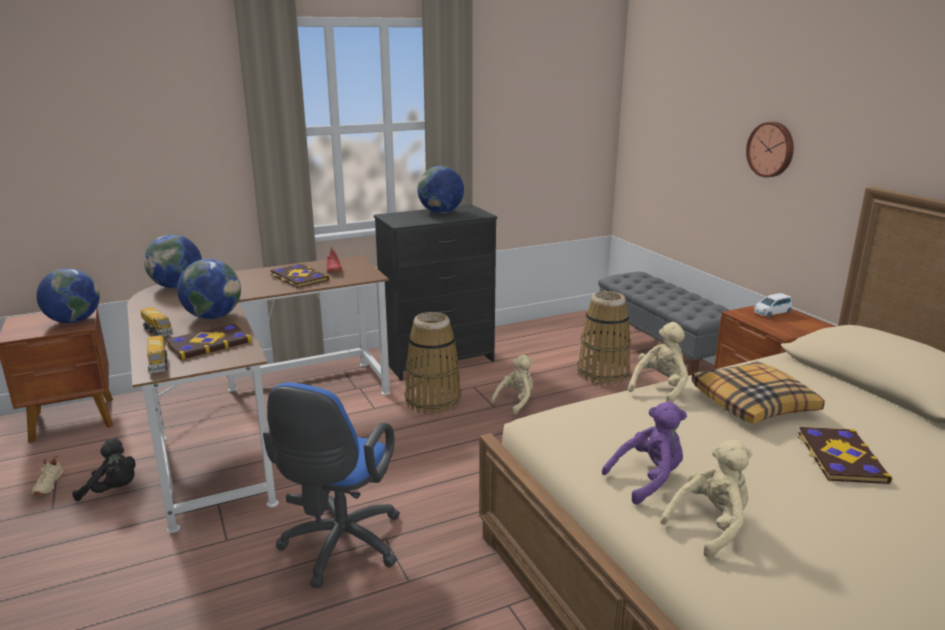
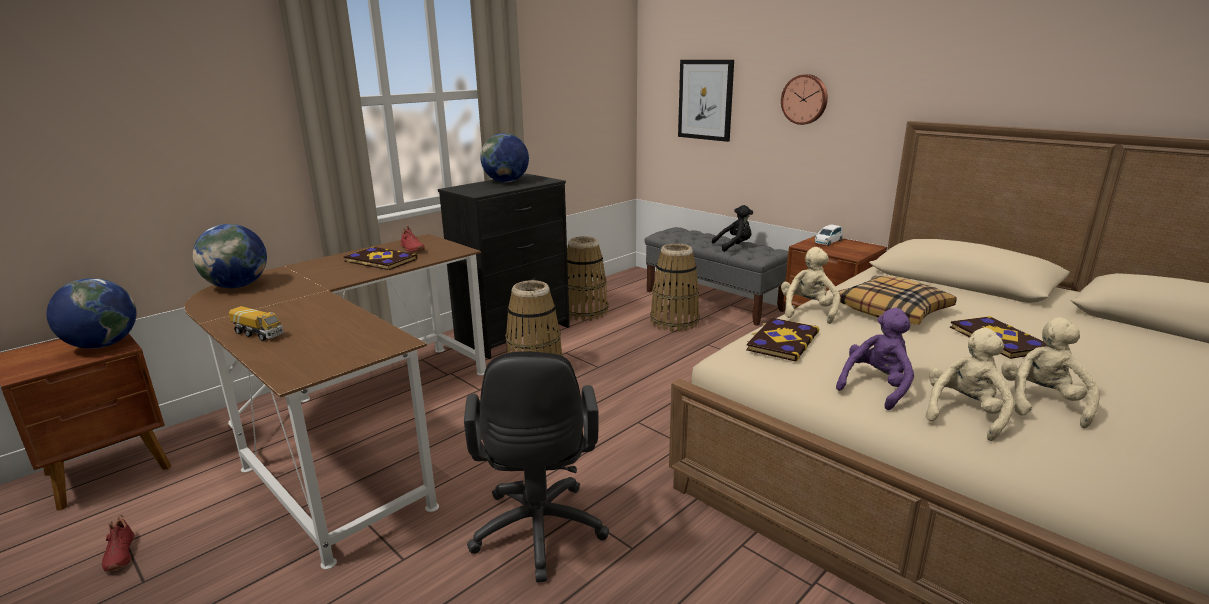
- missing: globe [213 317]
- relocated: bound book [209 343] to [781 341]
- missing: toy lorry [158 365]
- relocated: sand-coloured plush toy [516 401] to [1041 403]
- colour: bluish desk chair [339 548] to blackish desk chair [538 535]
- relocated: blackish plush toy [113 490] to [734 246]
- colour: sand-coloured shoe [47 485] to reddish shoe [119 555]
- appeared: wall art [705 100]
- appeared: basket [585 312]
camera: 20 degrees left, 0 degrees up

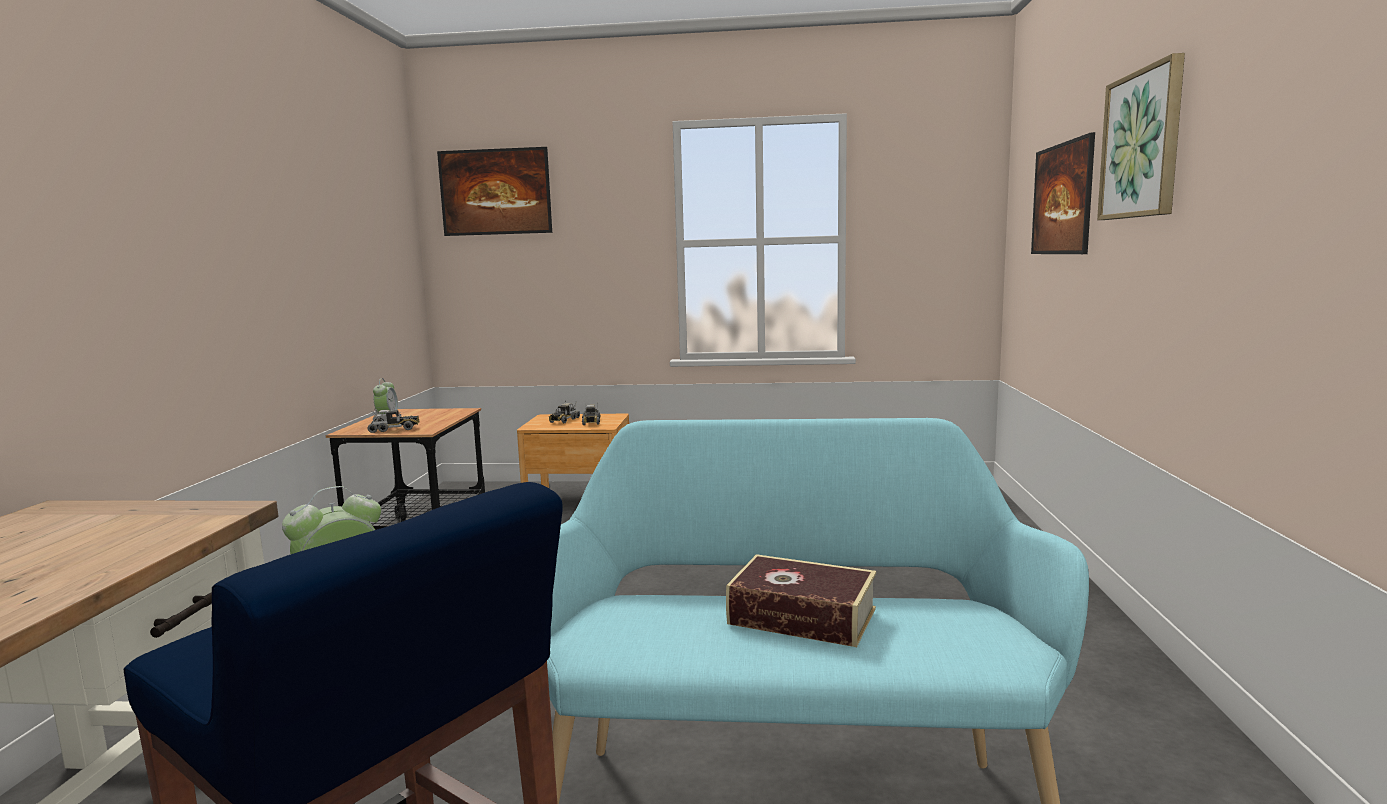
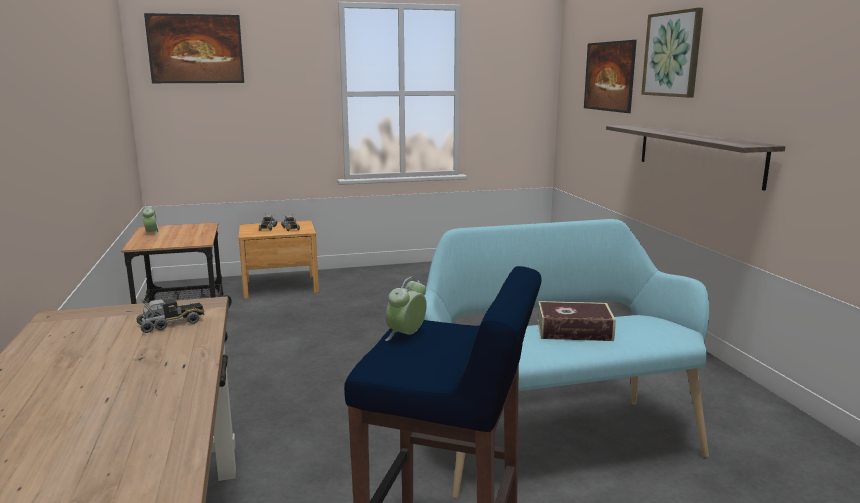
- relocated: toy lorry [394 429] to [172 323]
- appeared: shelf [697 154]
camera: 20 degrees left, 5 degrees up

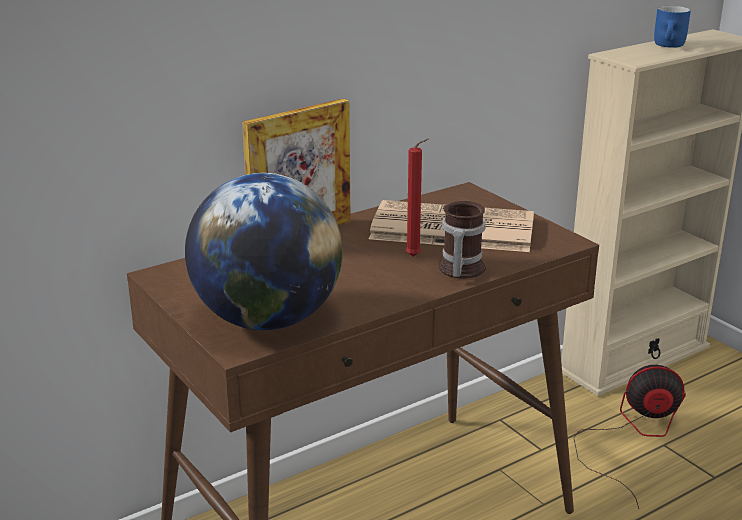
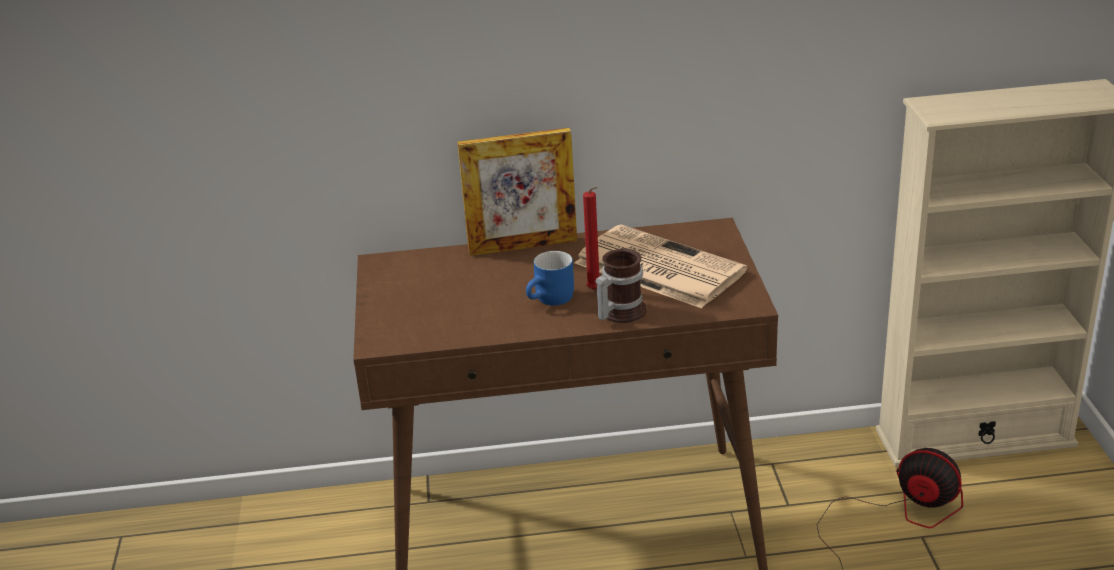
- relocated: bluish mug [671 45] to [552 300]
- missing: globe [267 320]
camera: 30 degrees right, 5 degrees up

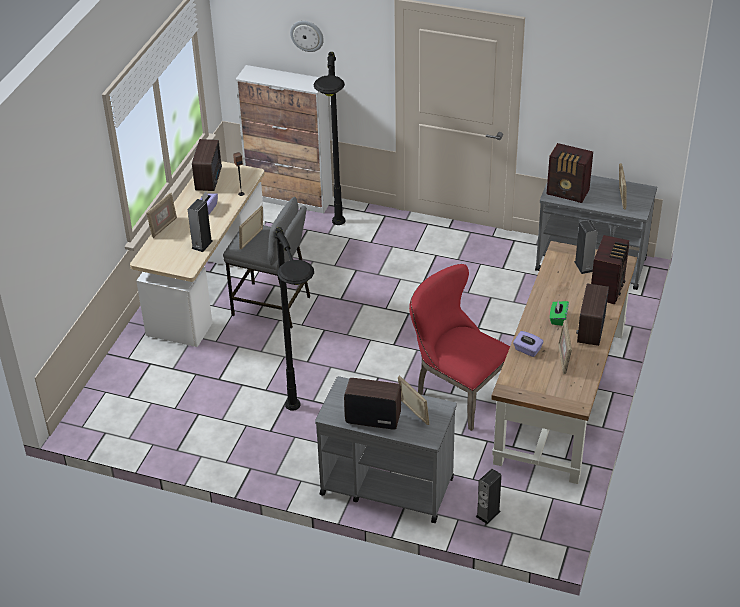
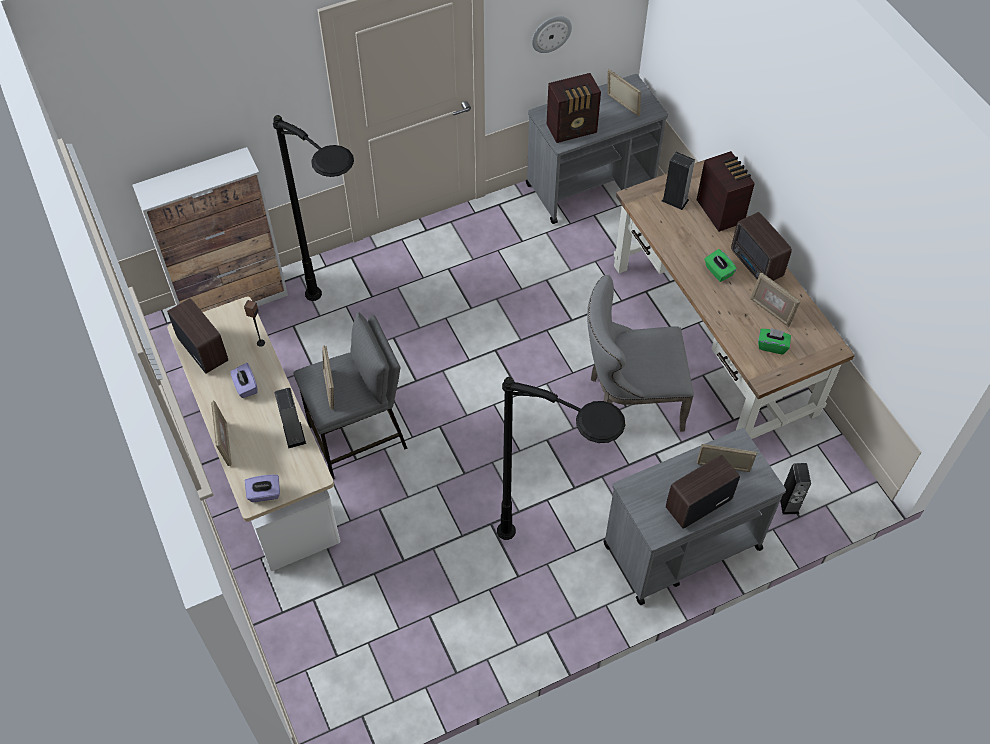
- relocated: clock on the wall [307 35] to [551 33]
- colour: reddish chair [457 392] to grey chair [629 400]
- relocated: purple-coloured tissue holder [527 350] to [264 494]
- appeared: green-coloured tissue holder [772 346]
camera: 45 degrees left, 15 degrees up

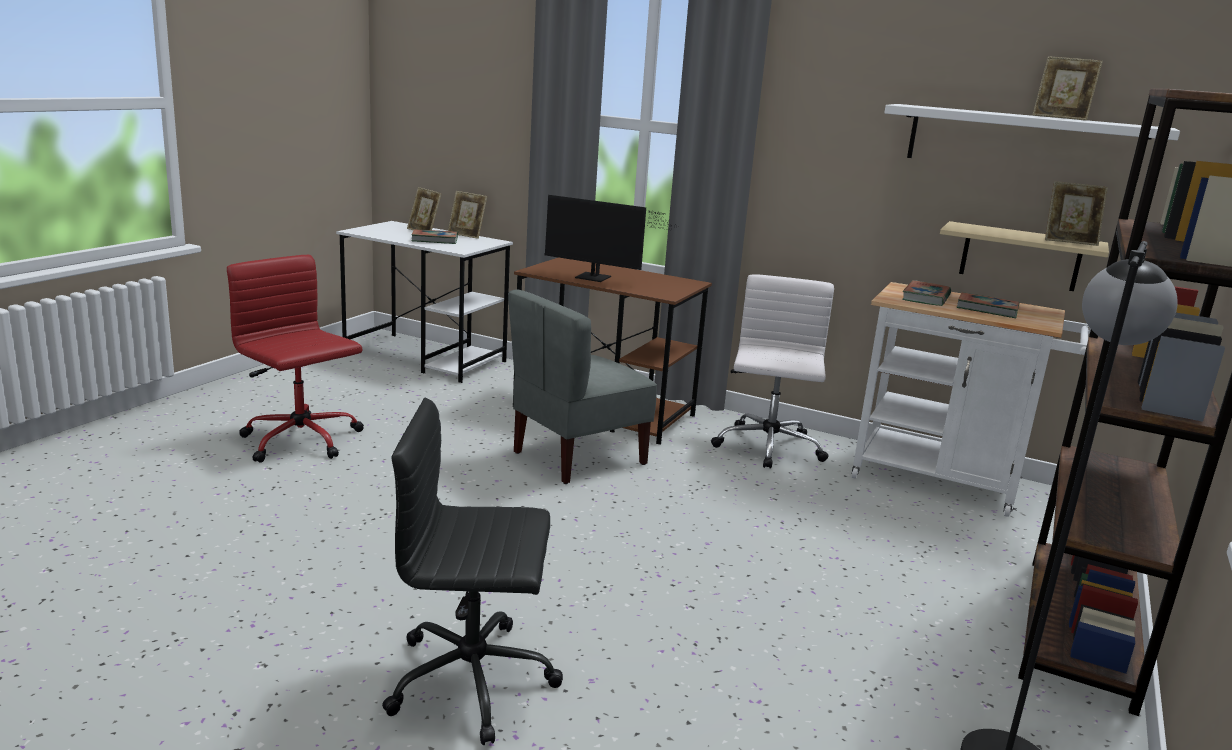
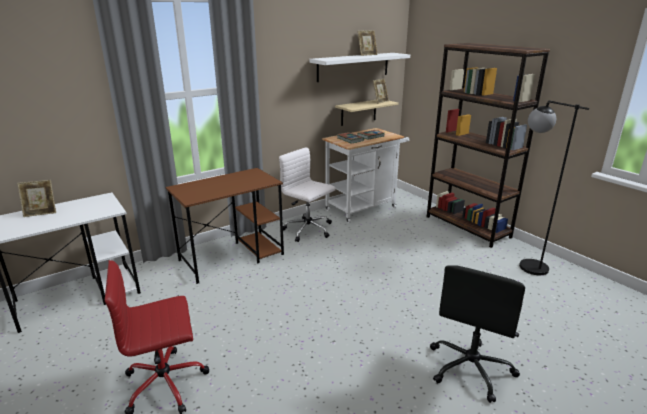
- missing: standing frame [466 235]
- missing: computer display [597 278]
- missing: bound book [435 240]
- missing: grey chair [577 458]
camera: 60 degrees left, 5 degrees up

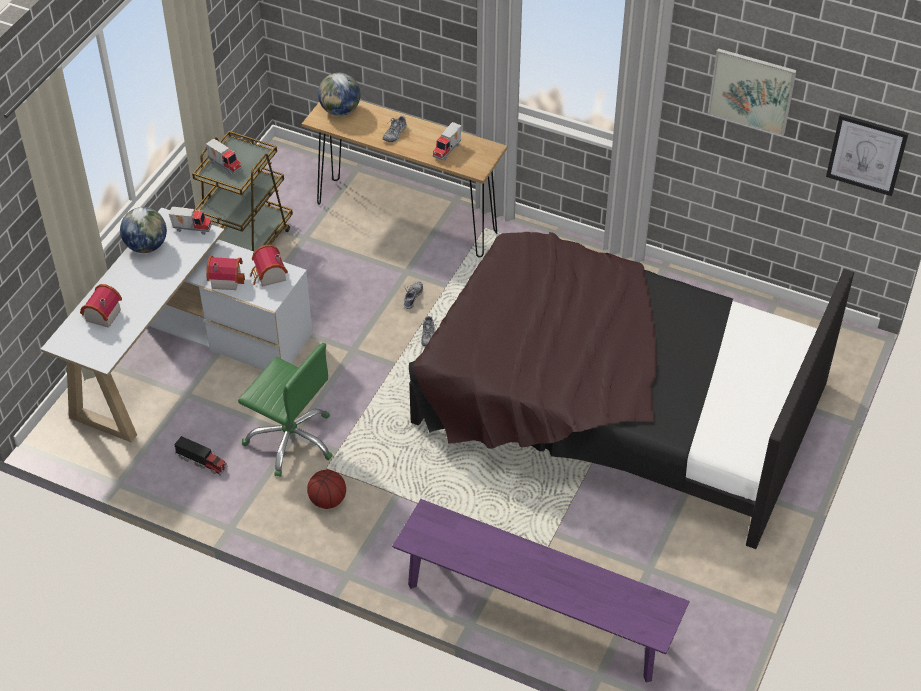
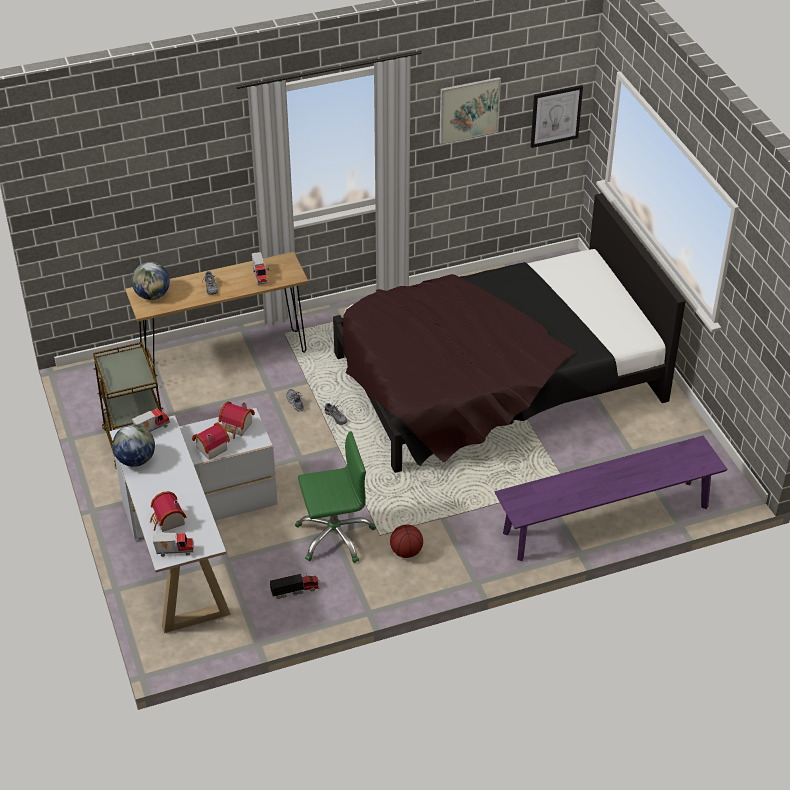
- relocated: toy lorry [225 165] to [174 550]
camera: 45 degrees left, 5 degrees down

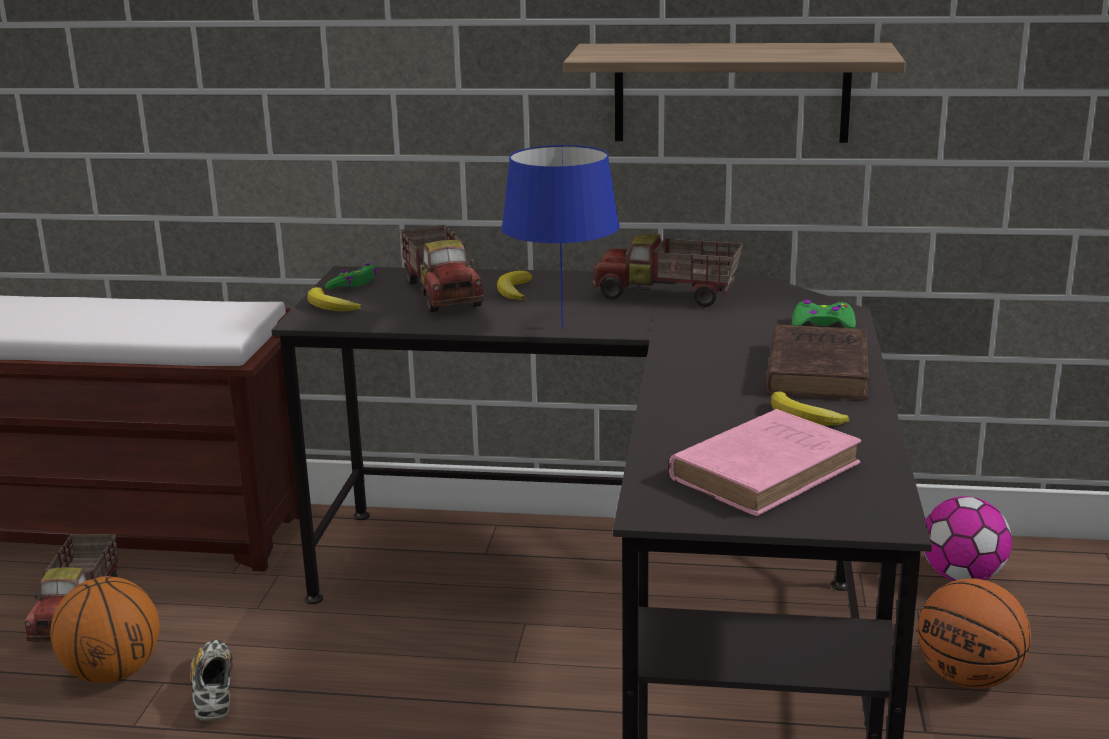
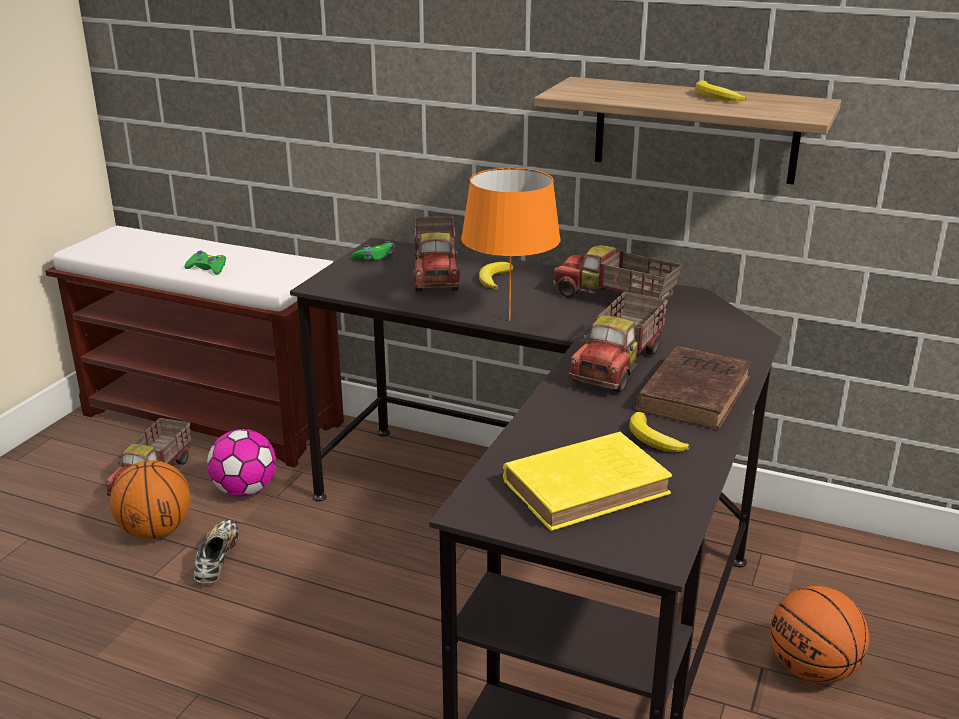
- colour: bluish lamp for a table [561 327] to orange lamp for a table [509 320]
- relocated: banana [330 306] to [715 97]
- relocated: green-coloured gamepad [822 324] to [207 268]
- colour: pink-coloured bound book [768 470] to yellow bound book [589 486]
- relocated: ball for football [962 577] to [245 491]
- appeared: toy lorry [619 365]
camera: 15 degrees right, 5 degrees up

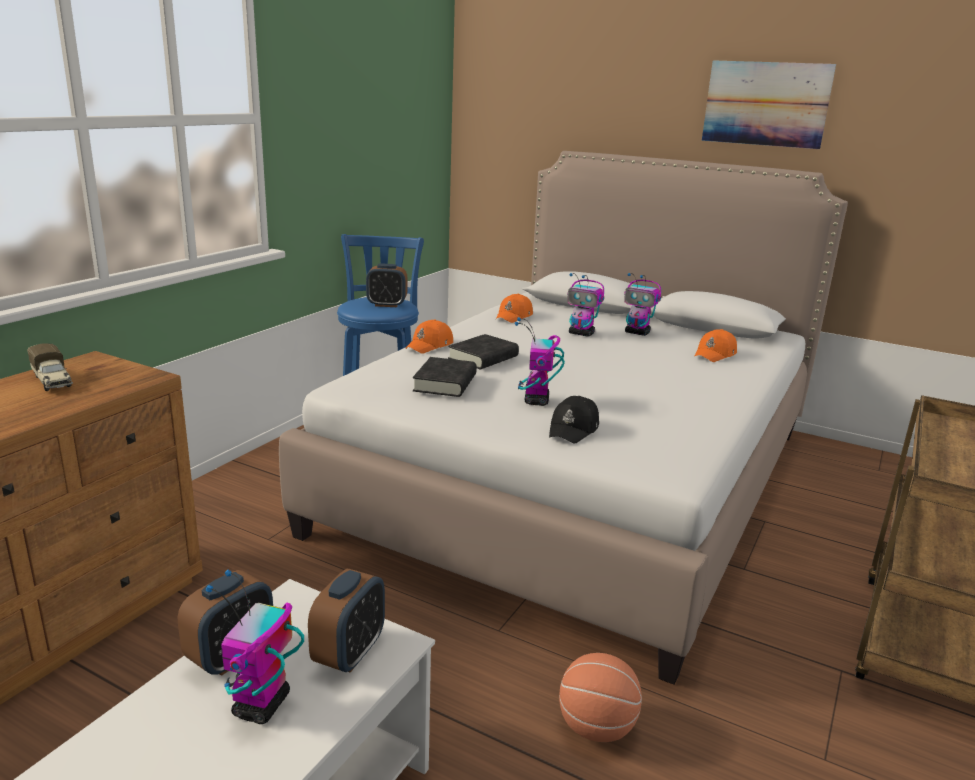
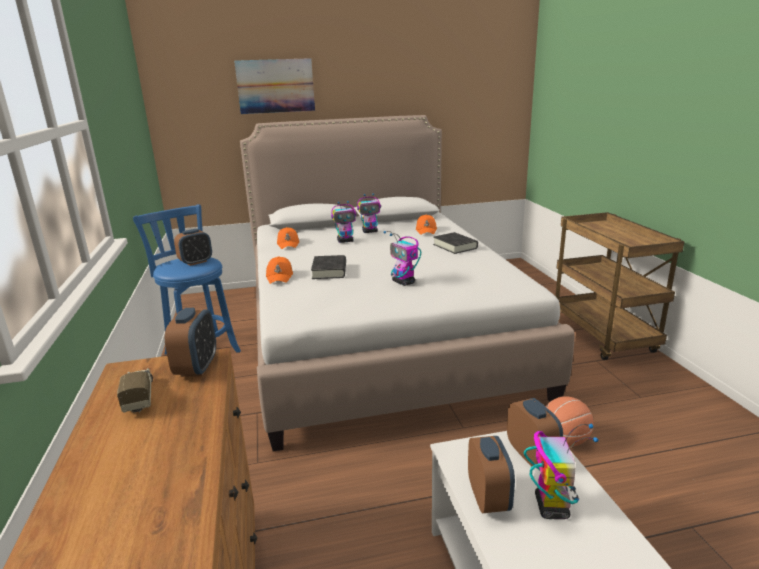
- relocated: wall art [765 104] to [275 86]
- spun: toy lorry [53 381] = [139 397] 120 degrees counterclockwise
- relocated: blackish bound book [445 383] to [455 246]
- missing: blackish cap [574 429]
- spun: toy robot [261 706] = [551 506] 150 degrees counterclockwise
- appeared: table clock [197 367]
camera: 40 degrees left, 0 degrees up

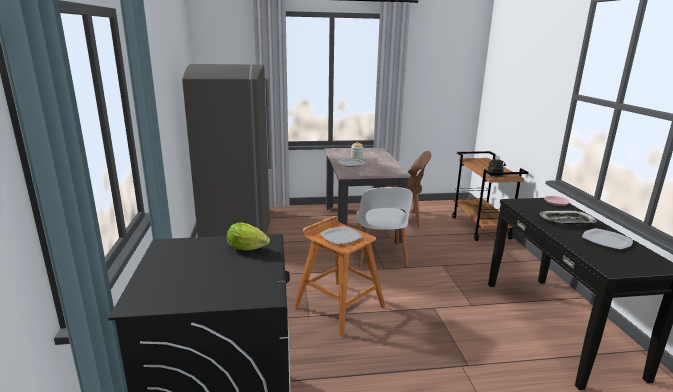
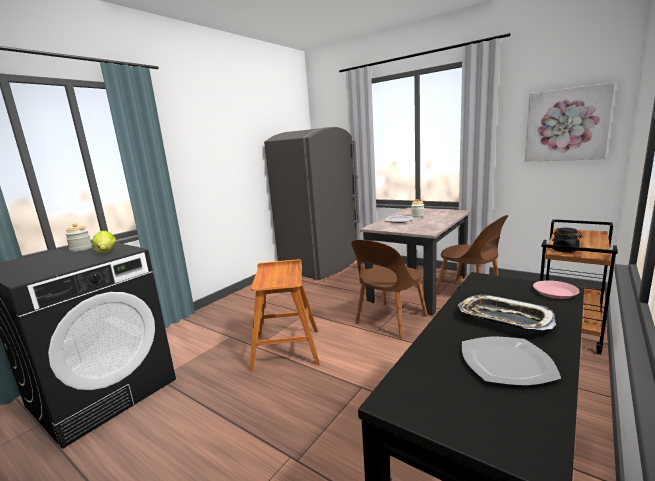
- colour: white-coloured chair [380 256] to brown-coloured chair [389 320]
- missing: dinner plate [341 237]
- appeared: wall art [566 125]
- appeared: preserve jar [81 249]
camera: 45 degrees right, 5 degrees down

